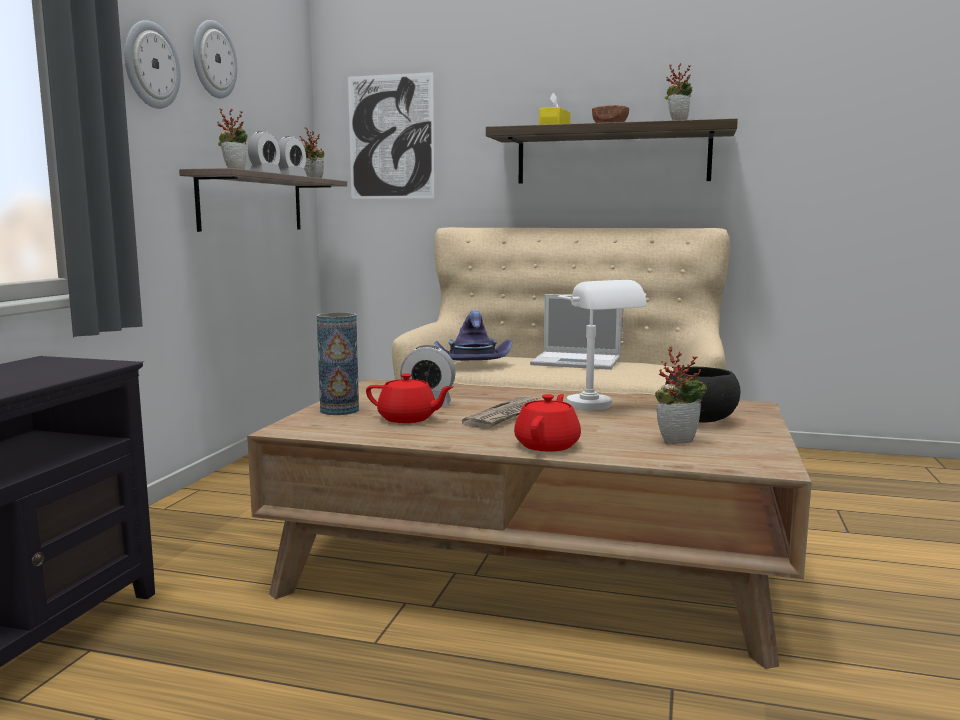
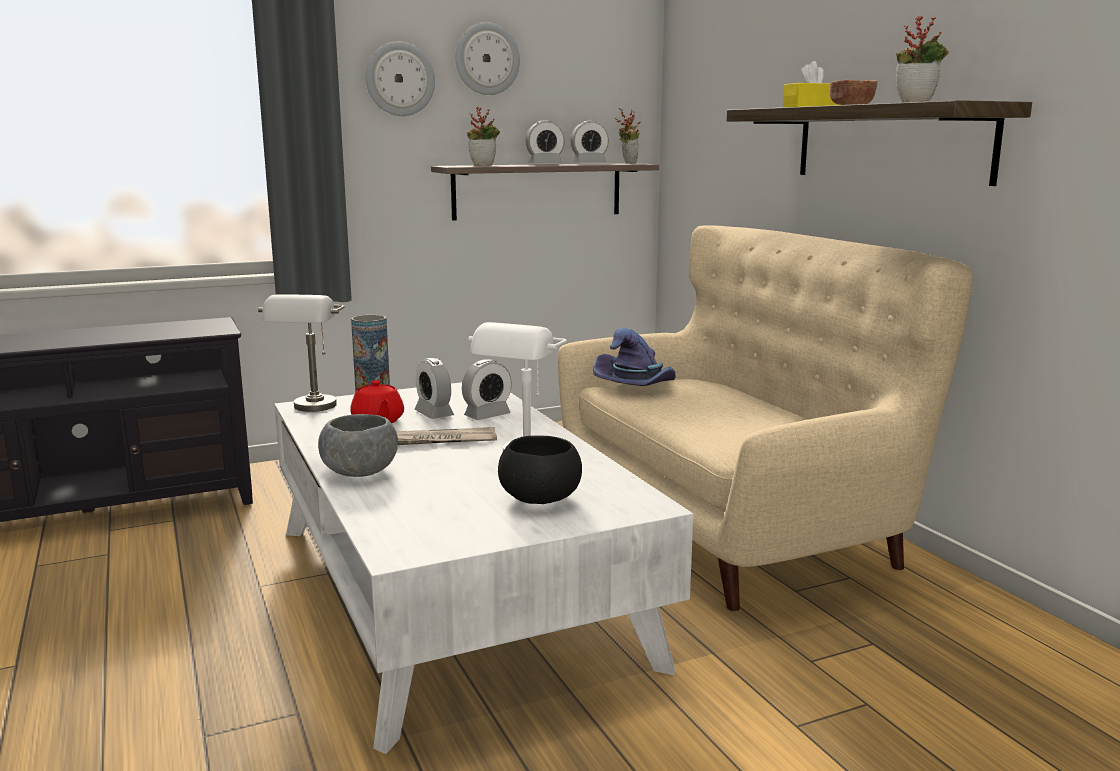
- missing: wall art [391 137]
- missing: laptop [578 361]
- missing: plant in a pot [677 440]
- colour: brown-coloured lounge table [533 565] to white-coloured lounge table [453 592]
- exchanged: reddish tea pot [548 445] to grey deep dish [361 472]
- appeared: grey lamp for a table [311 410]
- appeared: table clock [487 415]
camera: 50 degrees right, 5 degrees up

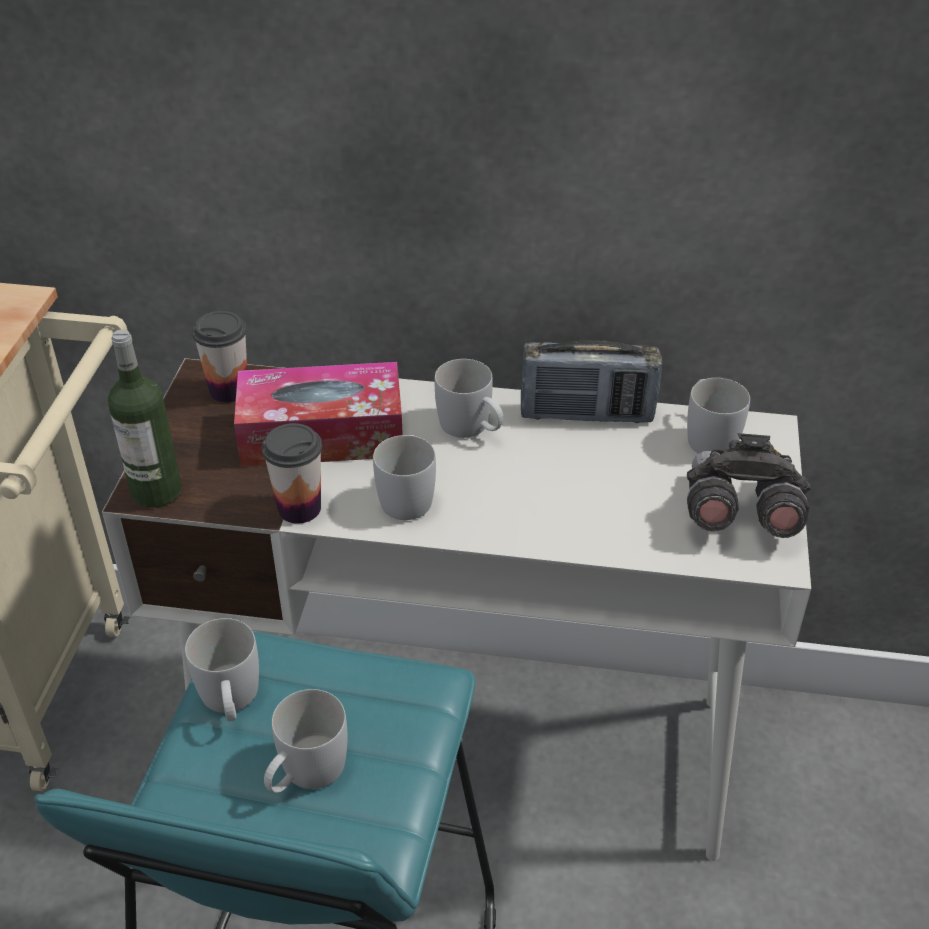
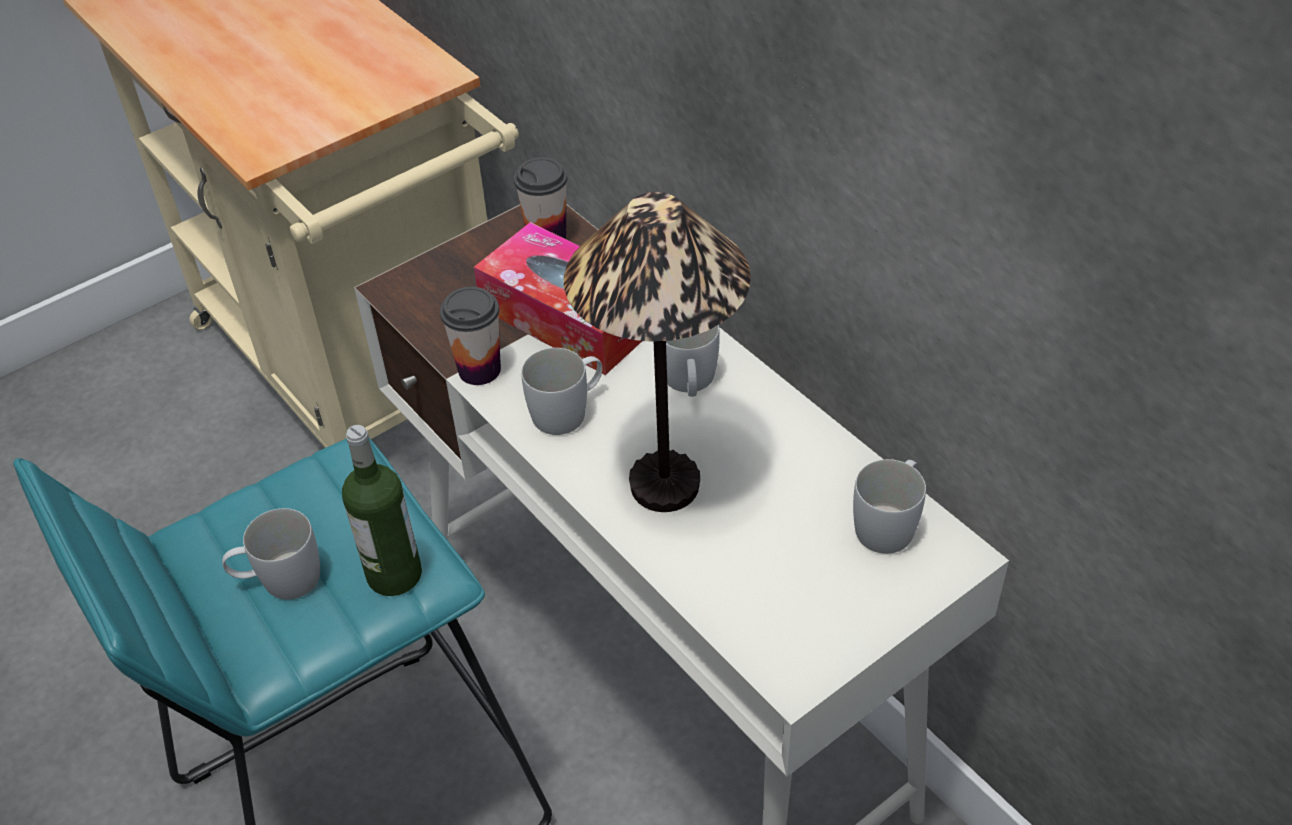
- relocated: beverage bottle [156 491] to [394 574]
- missing: radio set [586 414]
- missing: grey pair of binoculars [738 515]
- missing: white-coloured mug [230 701]
- appeared: lamp for a table [663 484]
camera: 45 degrees right, 5 degrees up

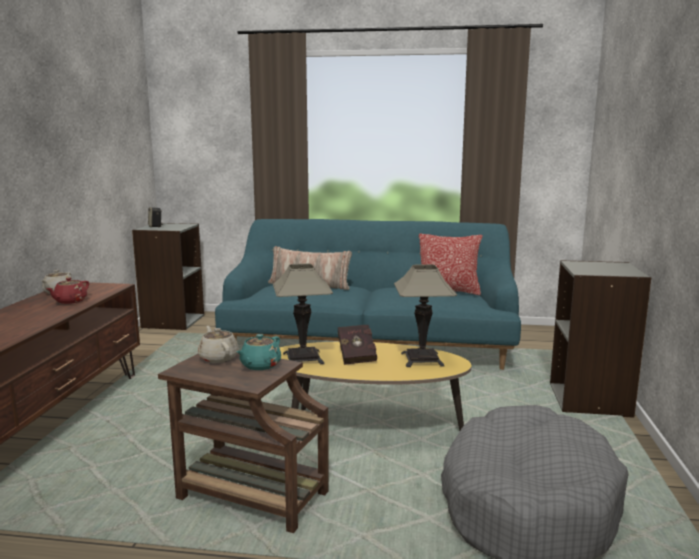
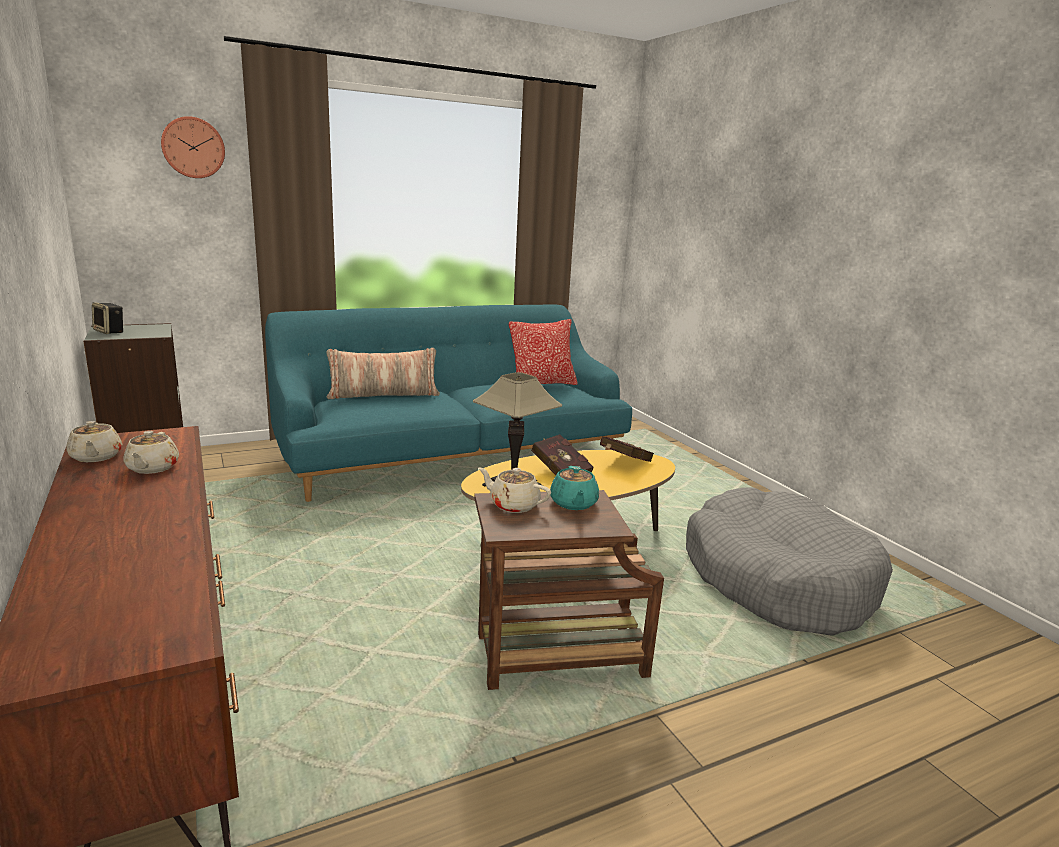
- missing: grey bookshelf [590 400]
- exchanged: lamp for a table [422 359] to reddish bound book [623 463]
- colour: reddish tea pot [70 301] to sand-coloured tea pot [152 468]
- appeared: clock on the wall [193 147]
camera: 35 degrees left, 5 degrees up

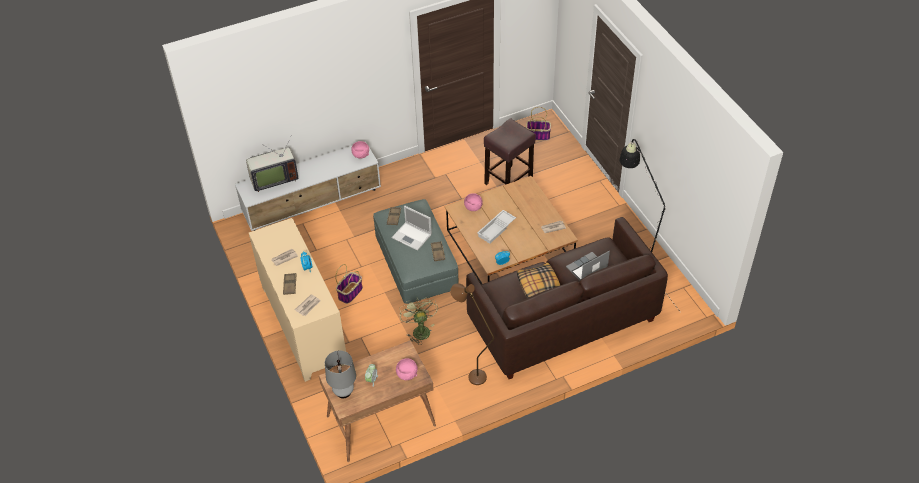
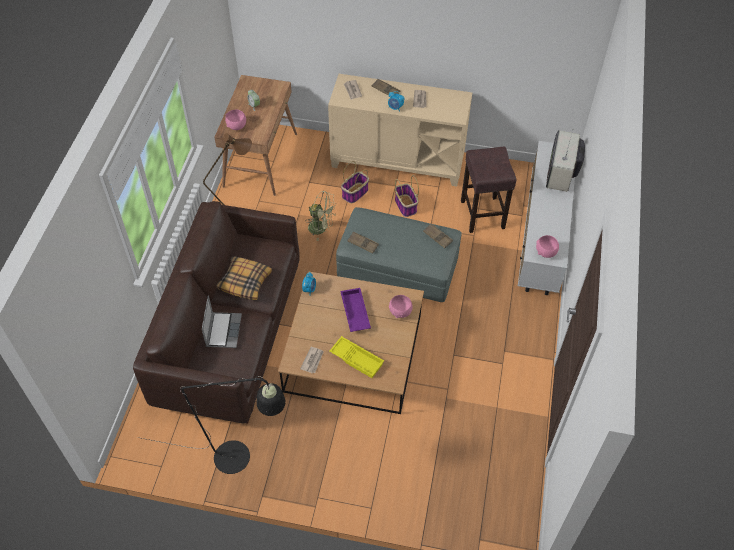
- relocated: basket [538 135] to [355 193]
- relocated: brown-coloured sitting stool [509 181] to [483 215]
- missing: laptop [412 236]
- colour: white-coloured serving tray [496 229] to purple-coloured serving tray [354 312]
- missing: grey lamp for a table [343 392]
- appeared: yellow serving tray [357 359]
camera: 125 degrees right, 5 degrees up

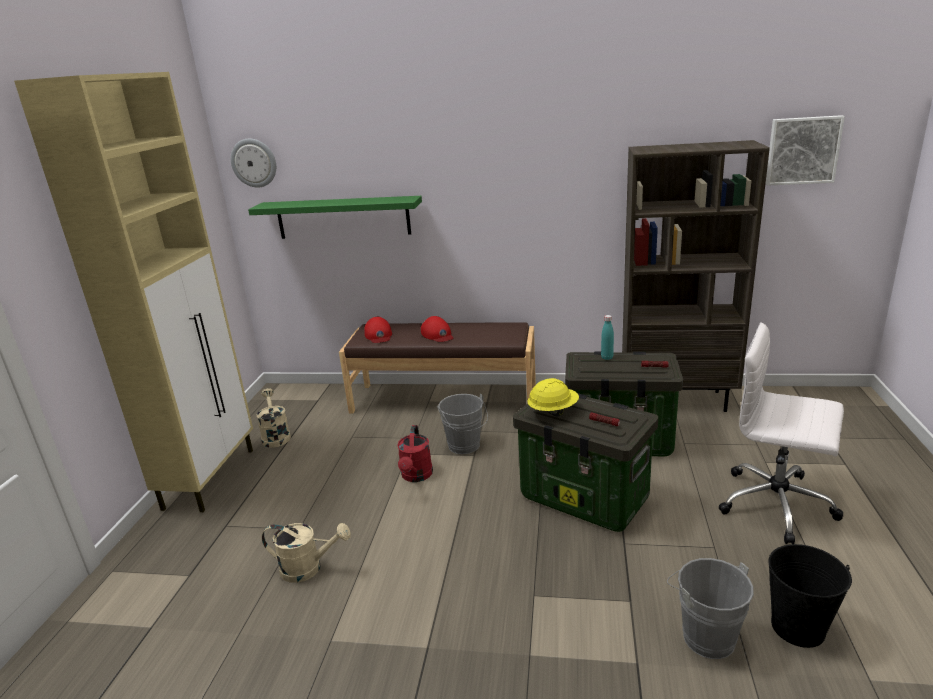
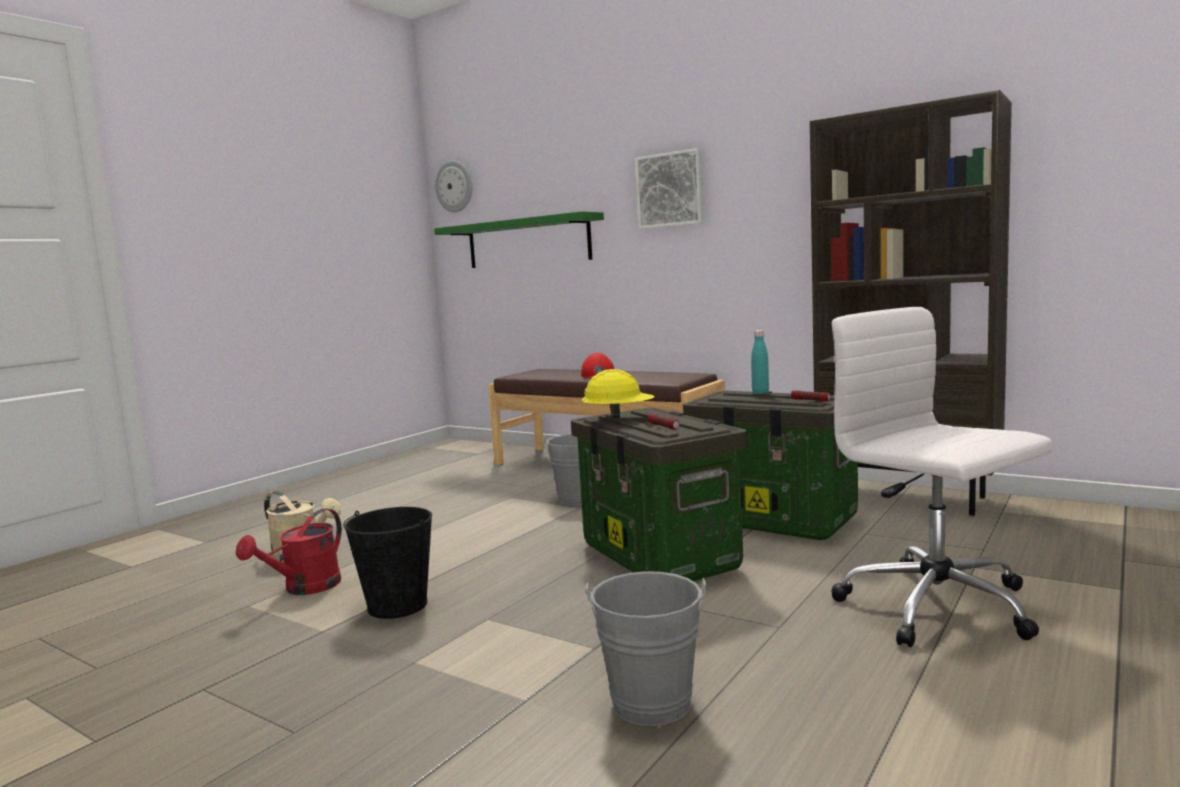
- missing: sand-coloured storage cabinet [211 477]
- relocated: wall art [802 150] to [671 190]
- missing: reddish cap [378 335]
- missing: sand-coloured sprinkling can [275 436]
- relocated: reddish sprinkling can [416 476] to [305 588]
- relocated: blackish pail [797 627] to [397 605]
camera: 25 degrees right, 15 degrees down

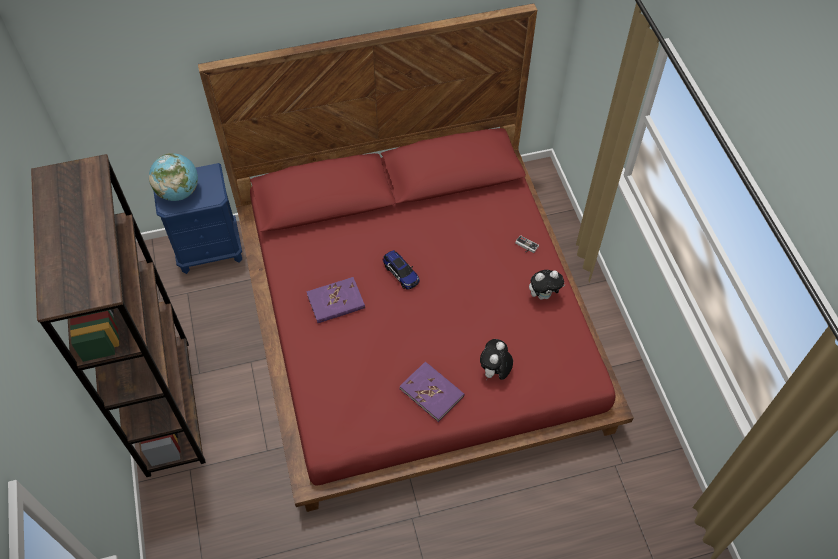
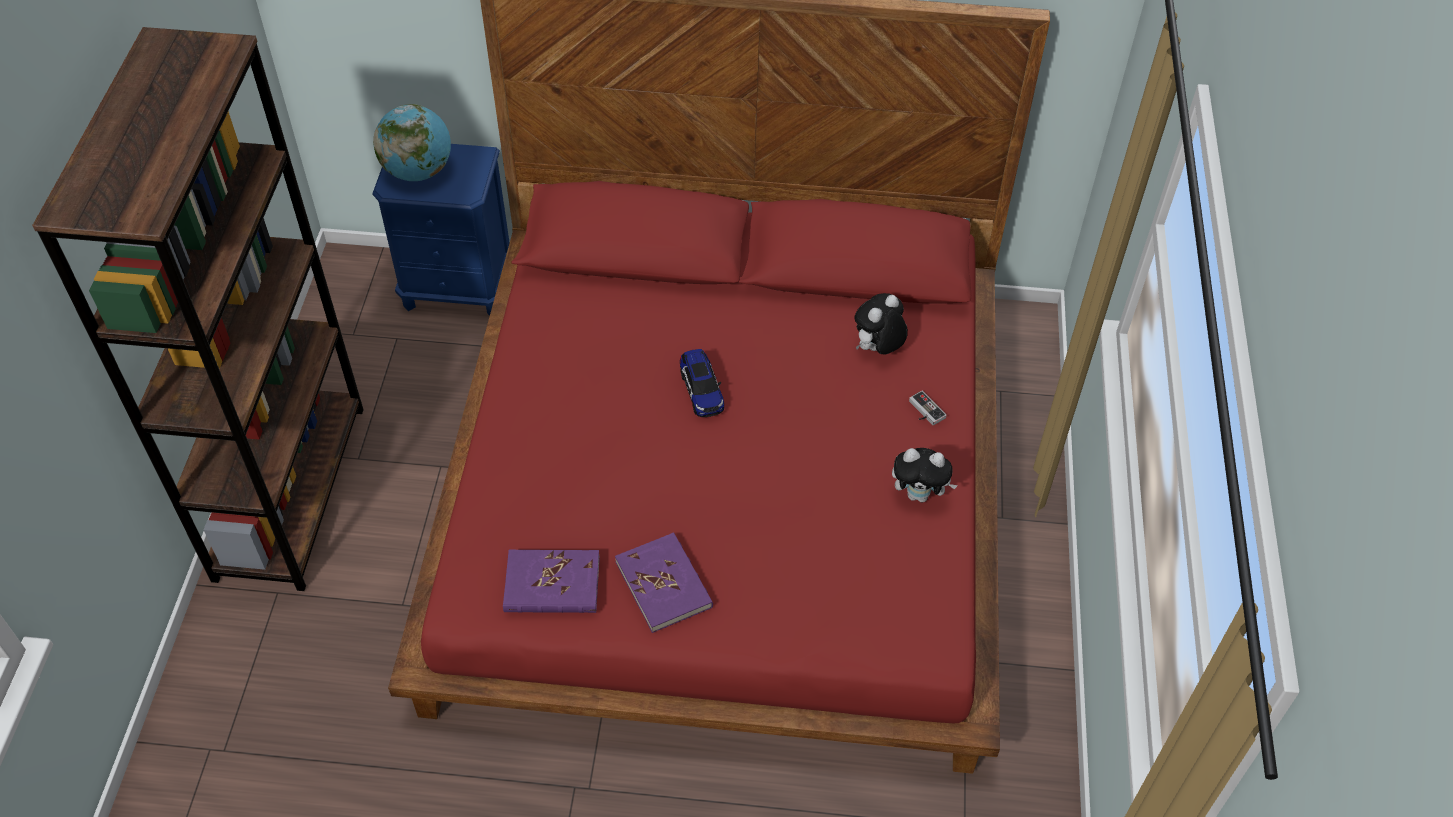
- relocated: purple-coloured bound book [336 302] to [552 585]
- relocated: plush toy [494 372] to [877 349]
camera: 20 degrees right, 5 degrees down

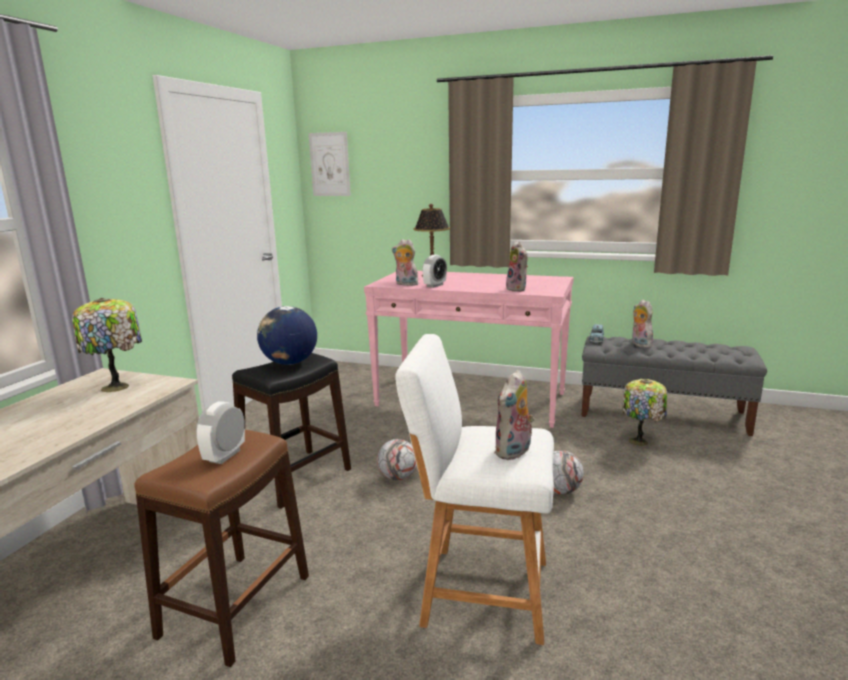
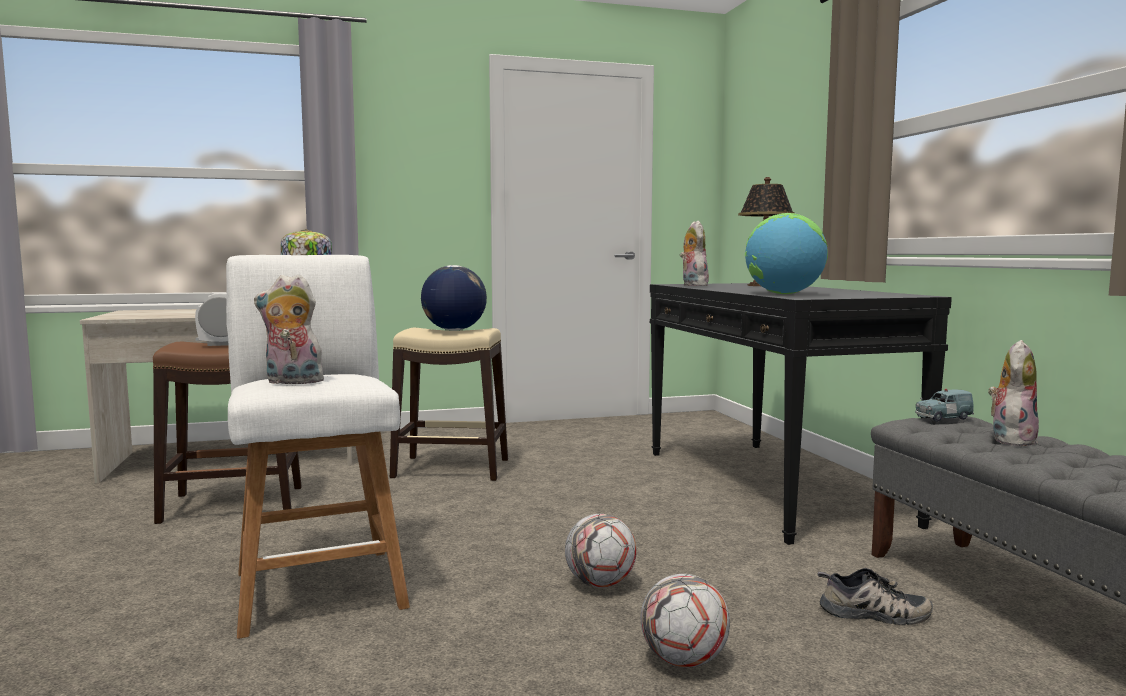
- missing: wall art [329 164]
- exchanged: plush toy [518 289] to globe [783 294]
- missing: table clock [435 285]
- colour: pink-coloured console table [471 399] to blackish console table [770 486]
- colour: blackish sitting stool [297 477] to sand-coloured sitting stool [451 468]
- exchanged: lamp for a table [640 442] to shoe [874 614]
- relocated: ball for football [398 477] to [684 661]
camera: 55 degrees right, 10 degrees down

